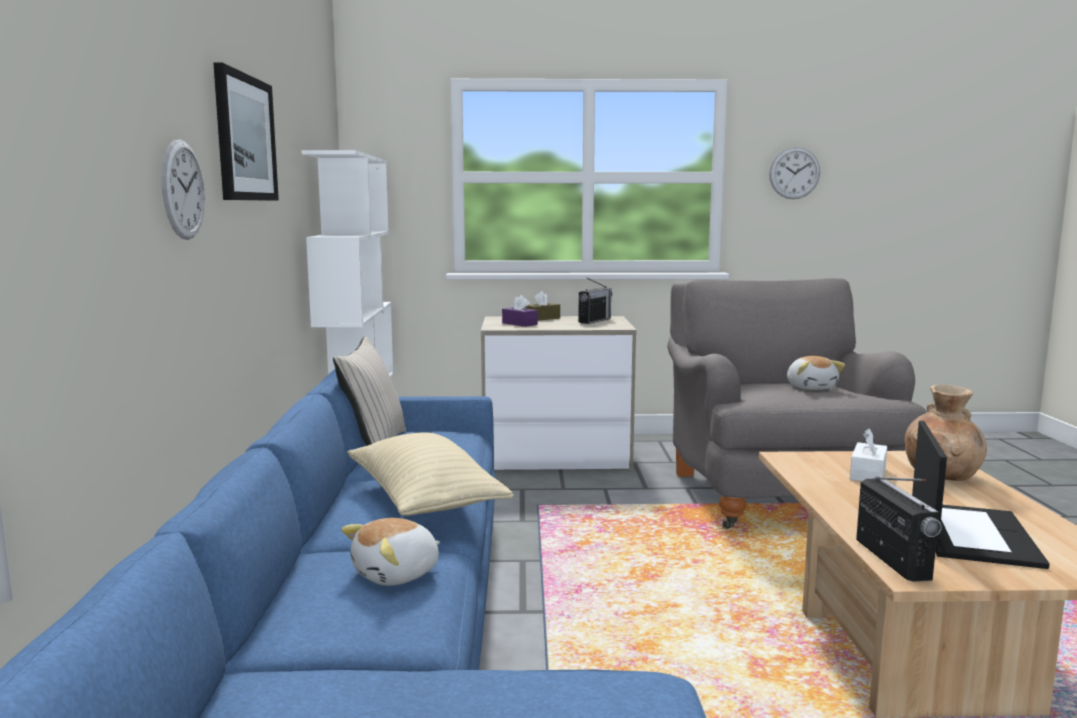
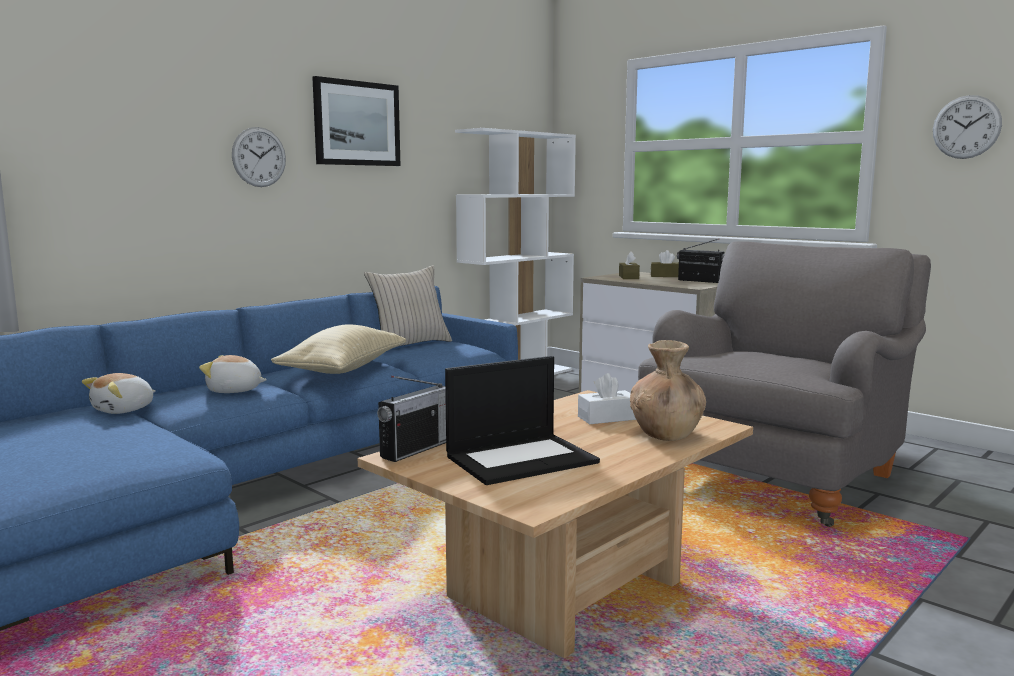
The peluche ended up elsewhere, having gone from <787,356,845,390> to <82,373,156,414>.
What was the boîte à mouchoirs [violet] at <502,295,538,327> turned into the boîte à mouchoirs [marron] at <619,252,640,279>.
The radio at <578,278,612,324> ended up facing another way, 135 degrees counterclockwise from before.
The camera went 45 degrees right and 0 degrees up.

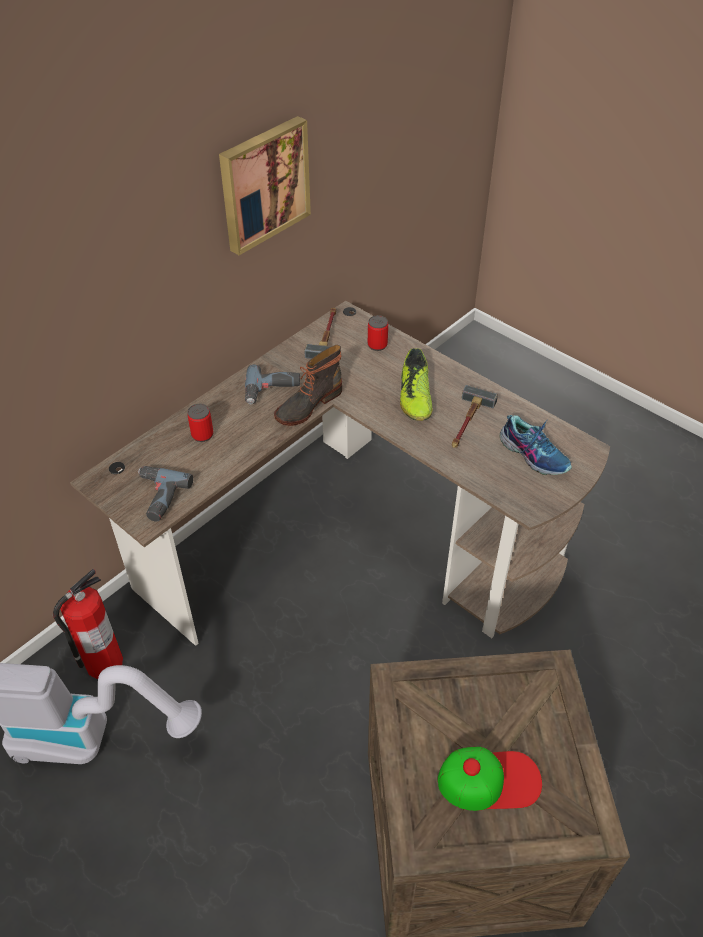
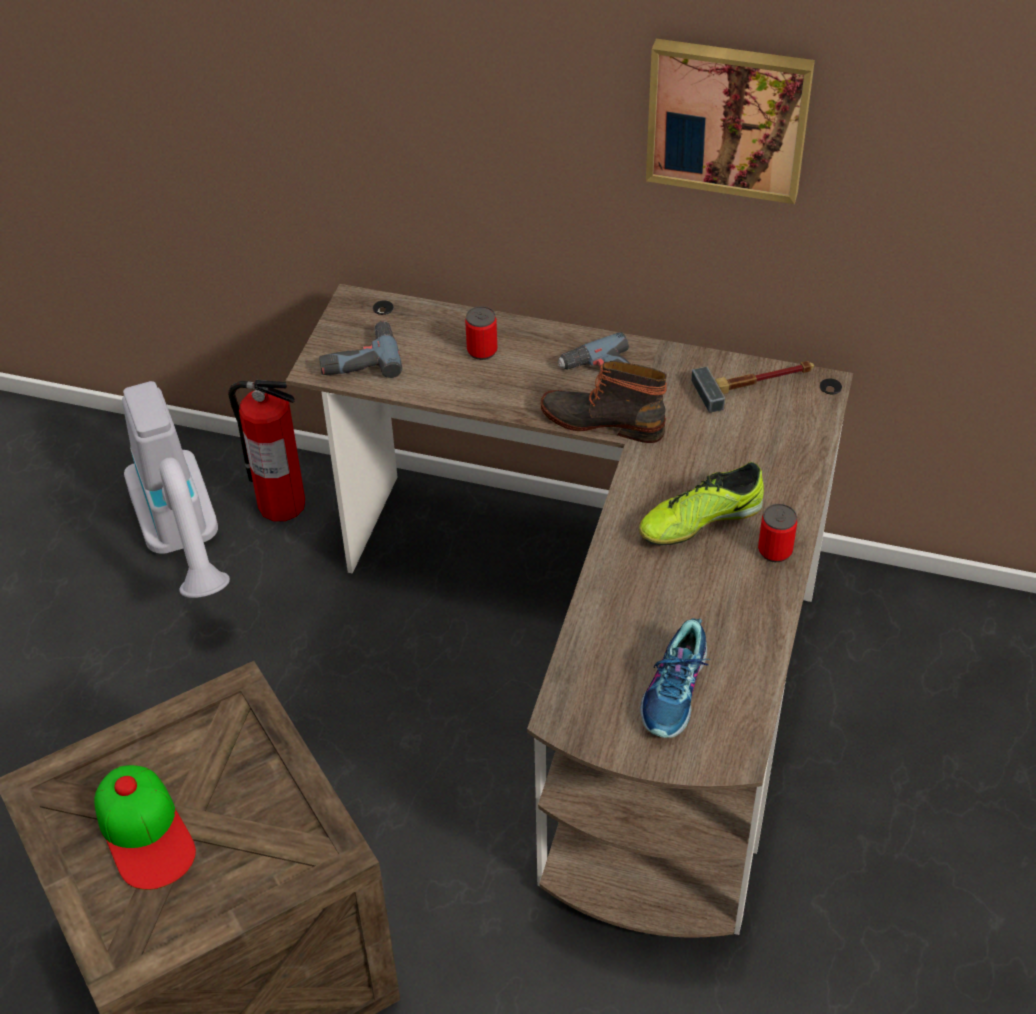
The boîte métallique ended up elsewhere, having gone from <368,315,388,351> to <758,504,797,562>.
The second view lost the marteau at <452,385,498,448>.
The camera went 65 degrees right and 0 degrees up.

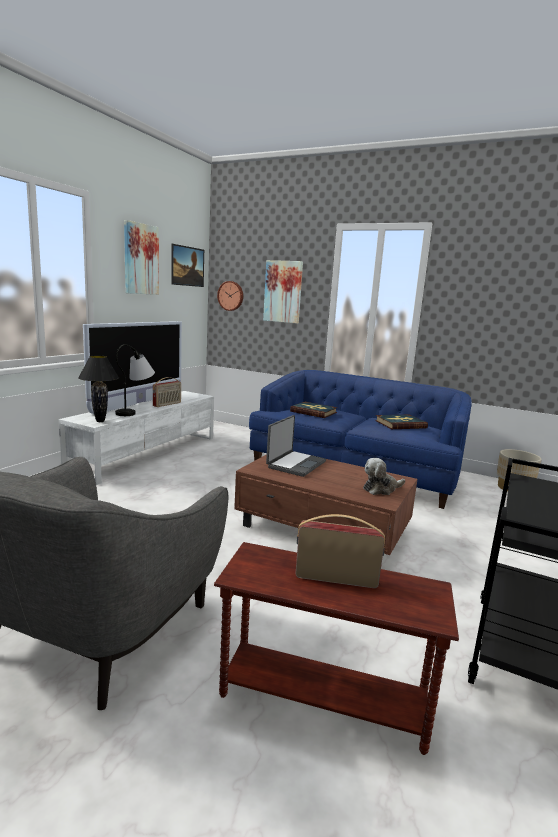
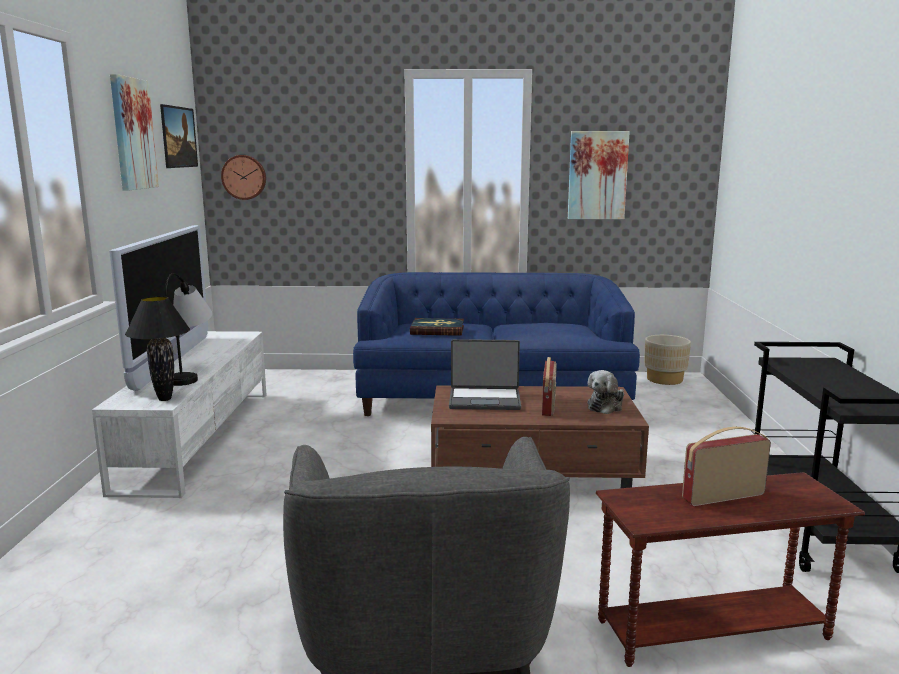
The ordinateur portable at <266,415,326,477> ended up facing another way, 90 degrees clockwise from before.
The radio ended up elsewhere, having gone from <153,377,181,407> to <542,357,557,416>.
The tableau ended up elsewhere, having gone from <263,260,303,323> to <568,131,630,219>.
The second view lost the livre at <375,415,428,429>.
The camera went 25 degrees left and 0 degrees up.

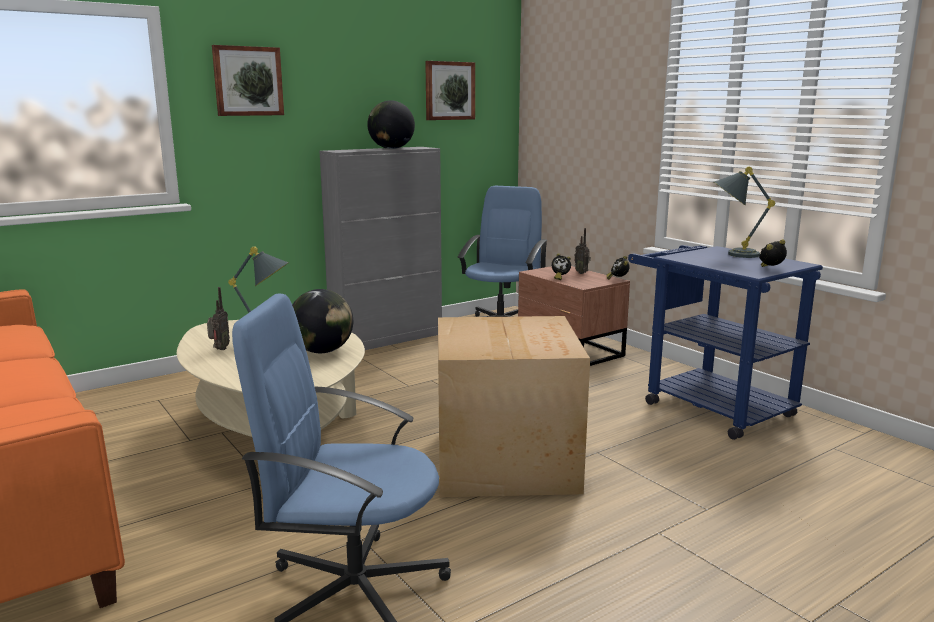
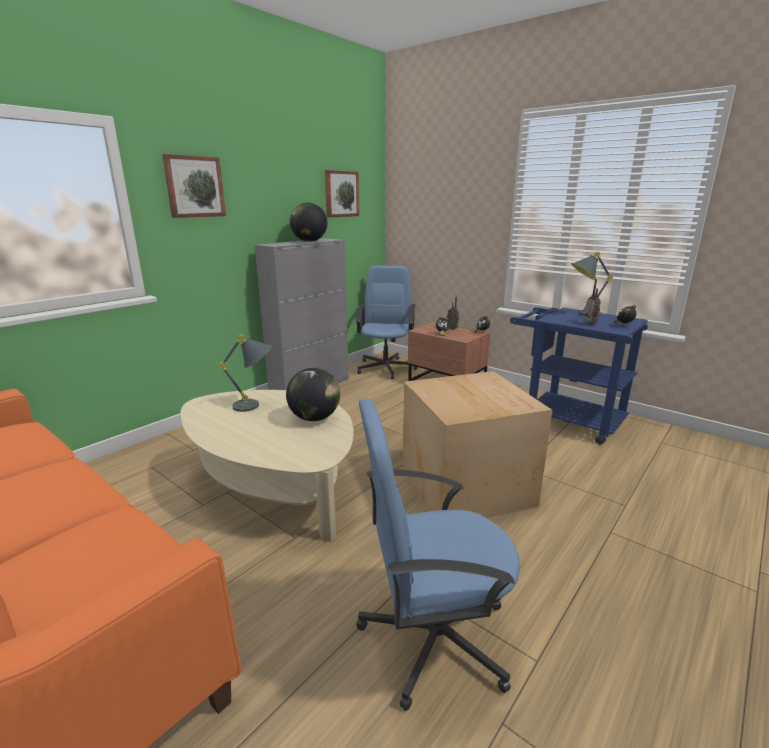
The radio ended up elsewhere, having gone from <207,287,230,350> to <584,279,601,324>.
The camera went 15 degrees left and 5 degrees up.

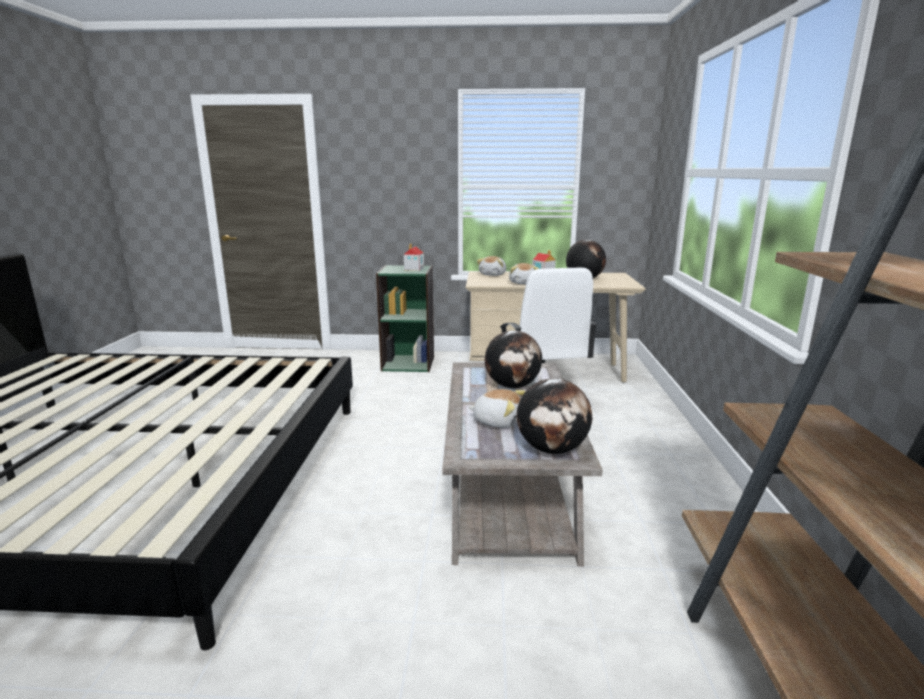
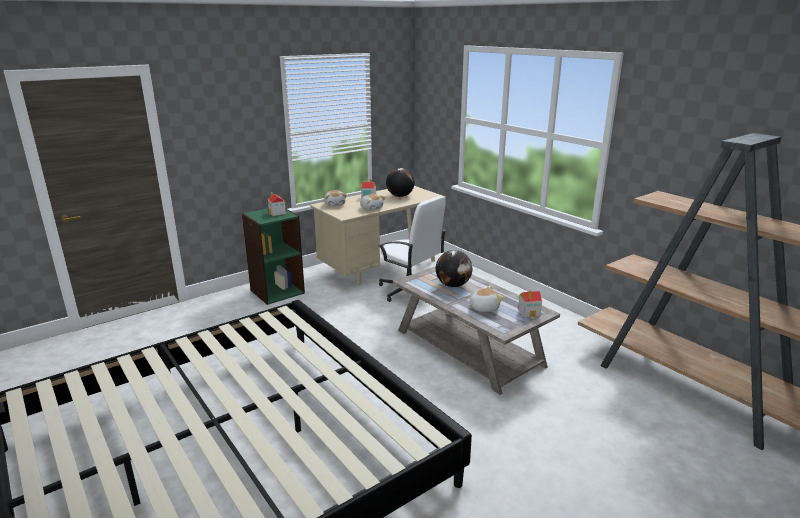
Where the globe stood at <517,378,592,454>, the maison miniature came to stand at <518,291,542,318>.
The camera went 40 degrees left and 5 degrees up.

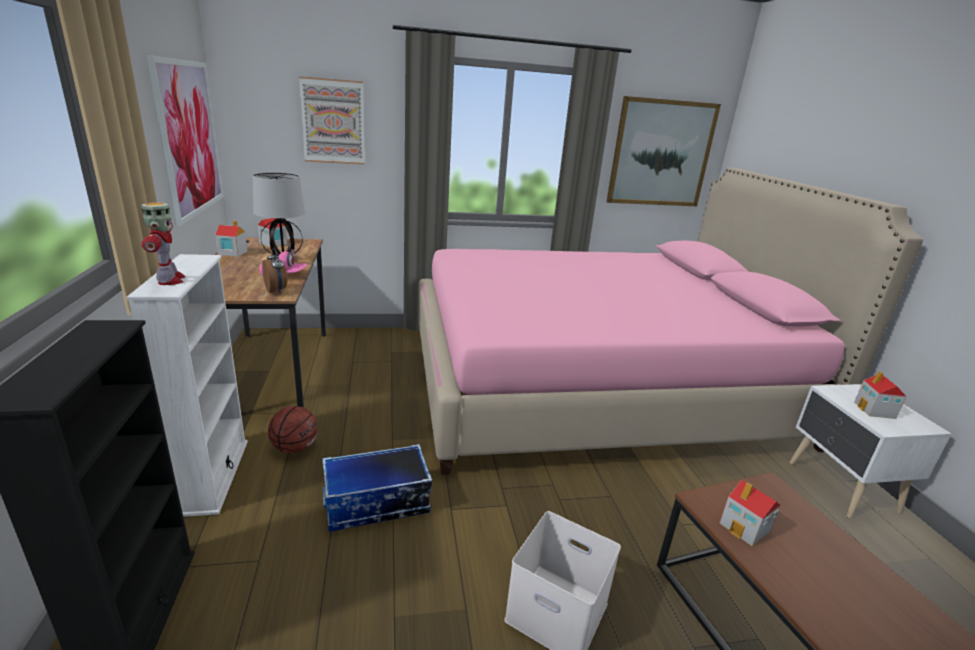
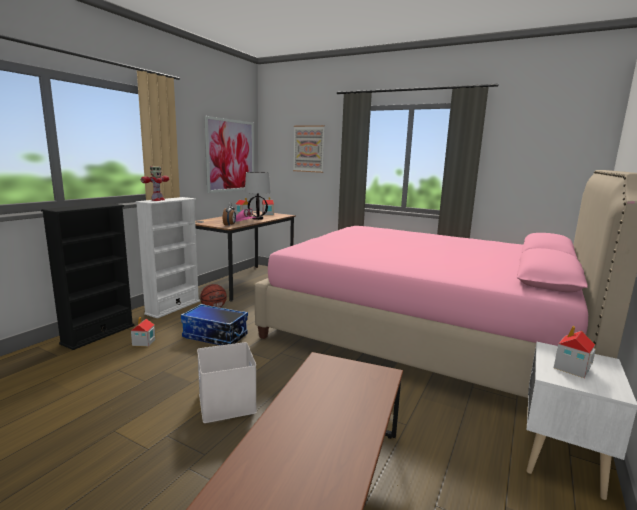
The maison miniature ended up elsewhere, having gone from <720,480,780,546> to <131,317,156,347>.
The second view lost the tableau at <607,96,721,206>.
The camera went 40 degrees right and 10 degrees down.

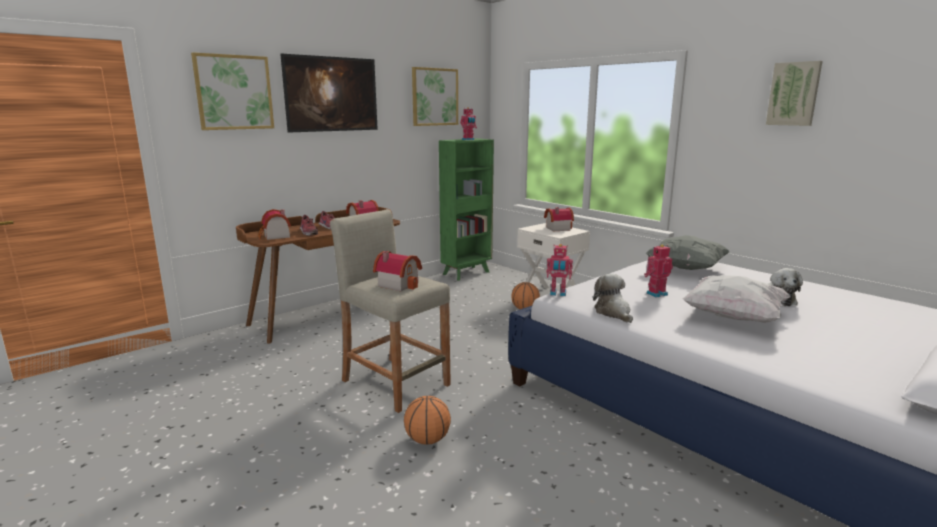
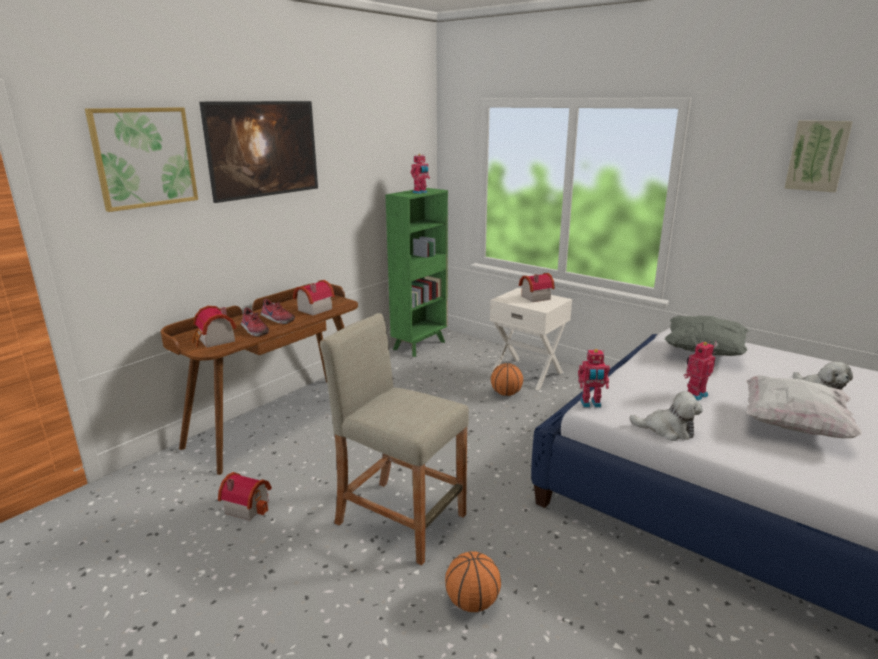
The maison miniature ended up elsewhere, having gone from <373,251,422,291> to <218,472,272,521>.
The peluche at <593,274,633,323> ended up facing another way, 135 degrees clockwise from before.
The second view lost the tableau at <412,67,458,126>.
The camera went 10 degrees left and 5 degrees up.

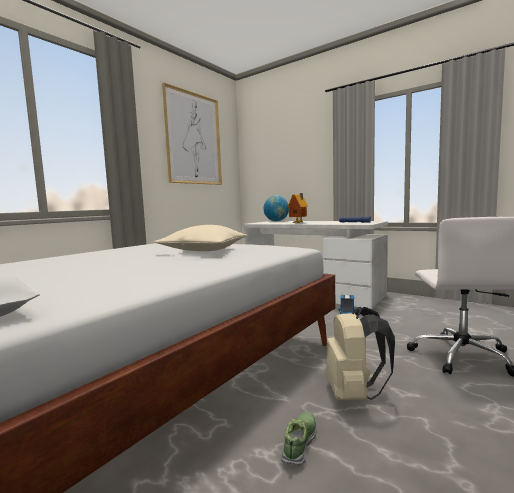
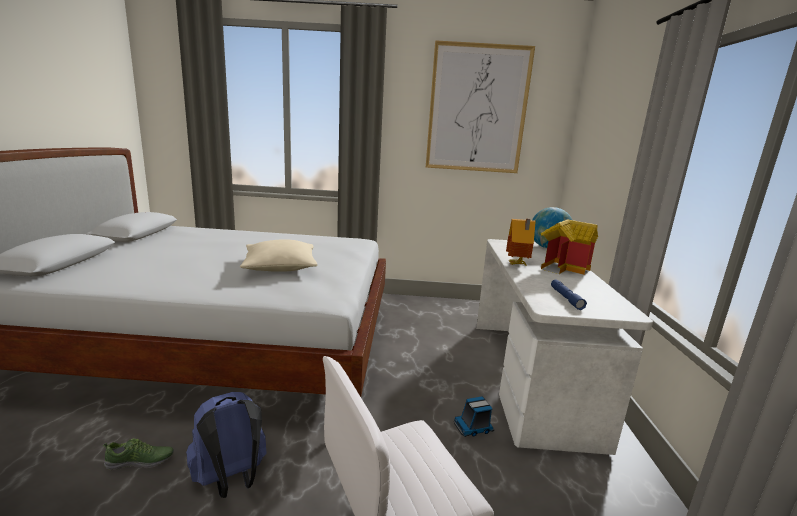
What was the sac à dos [beige] at <325,307,395,400> turned into the sac à dos [bleu] at <186,392,267,498>.
The second view gained the maison miniature at <541,219,598,275>.
The camera went 55 degrees right and 10 degrees up.

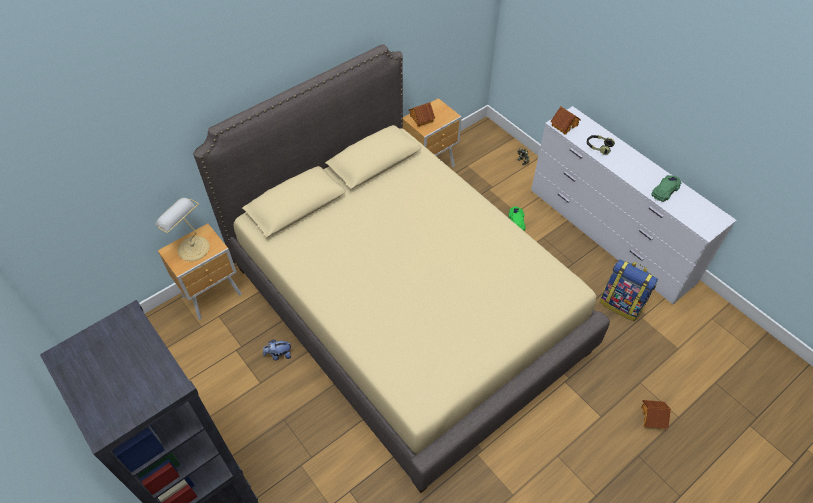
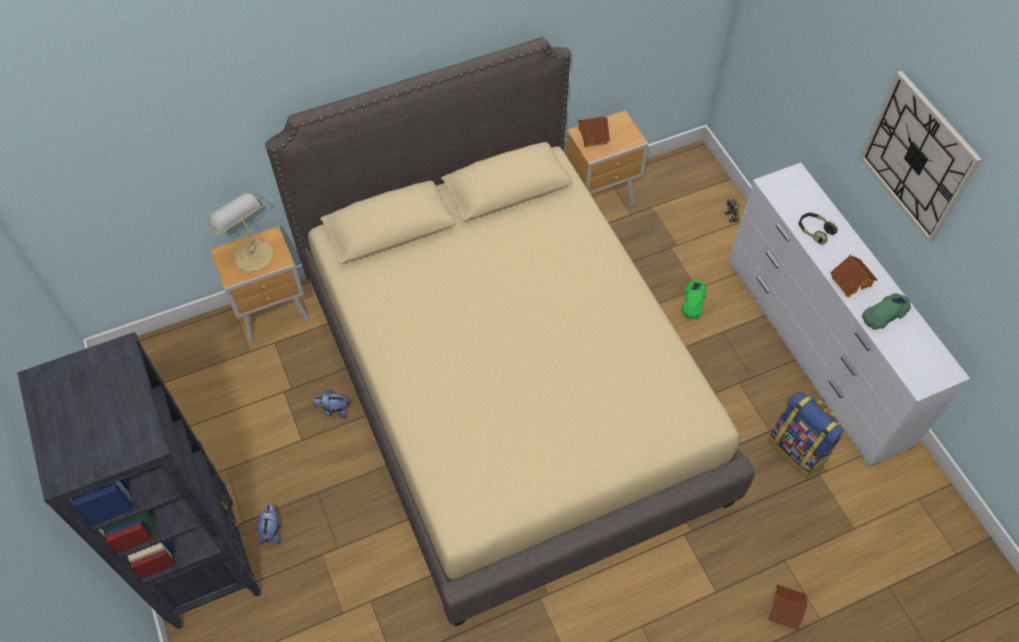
The second view gained the peluche at <258,504,281,545>.
The maison miniature ended up elsewhere, having gone from <550,106,581,135> to <830,255,878,297>.
The second view gained the horloge murale at <860,71,982,243>.
The camera went 15 degrees right and 5 degrees up.

